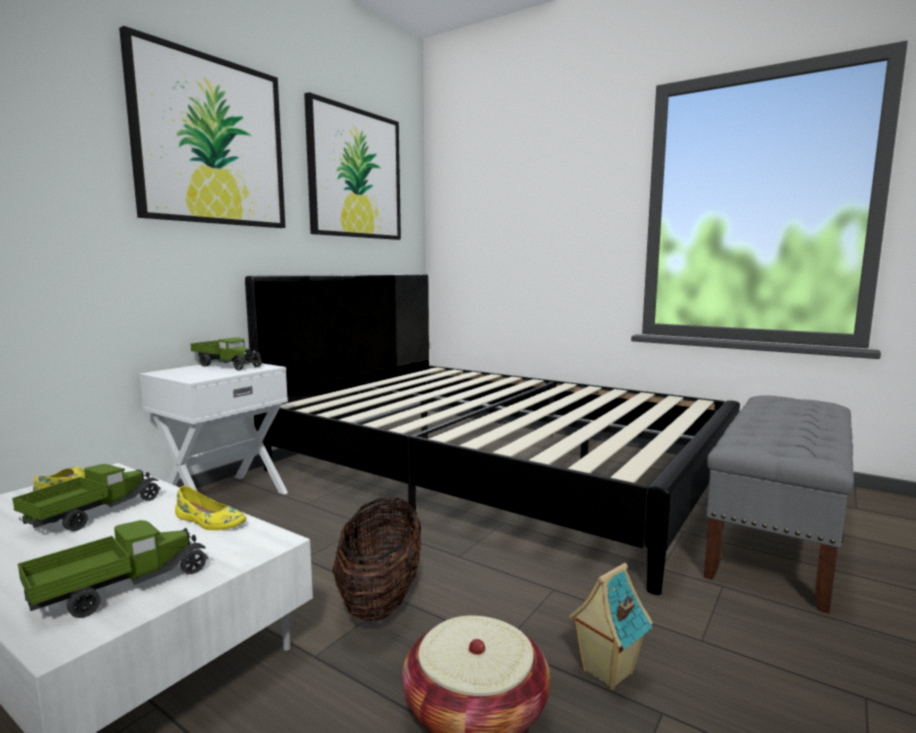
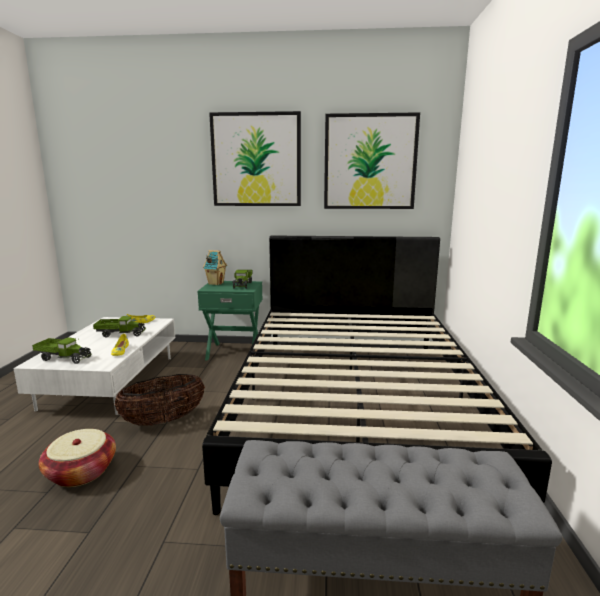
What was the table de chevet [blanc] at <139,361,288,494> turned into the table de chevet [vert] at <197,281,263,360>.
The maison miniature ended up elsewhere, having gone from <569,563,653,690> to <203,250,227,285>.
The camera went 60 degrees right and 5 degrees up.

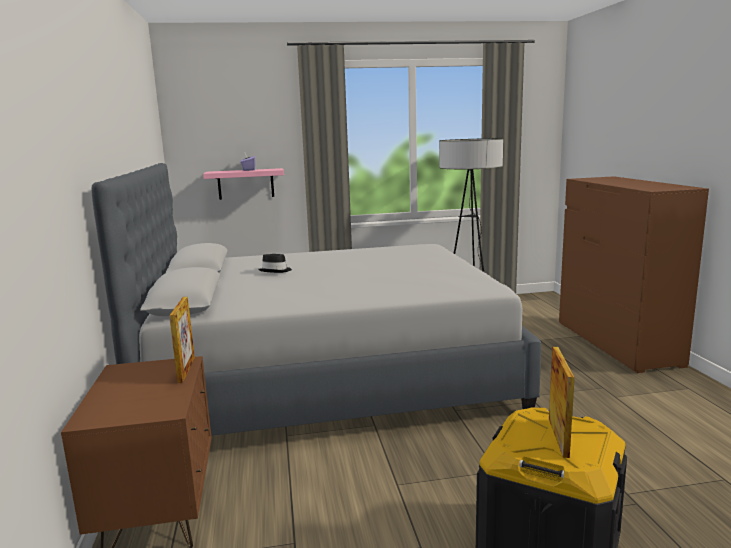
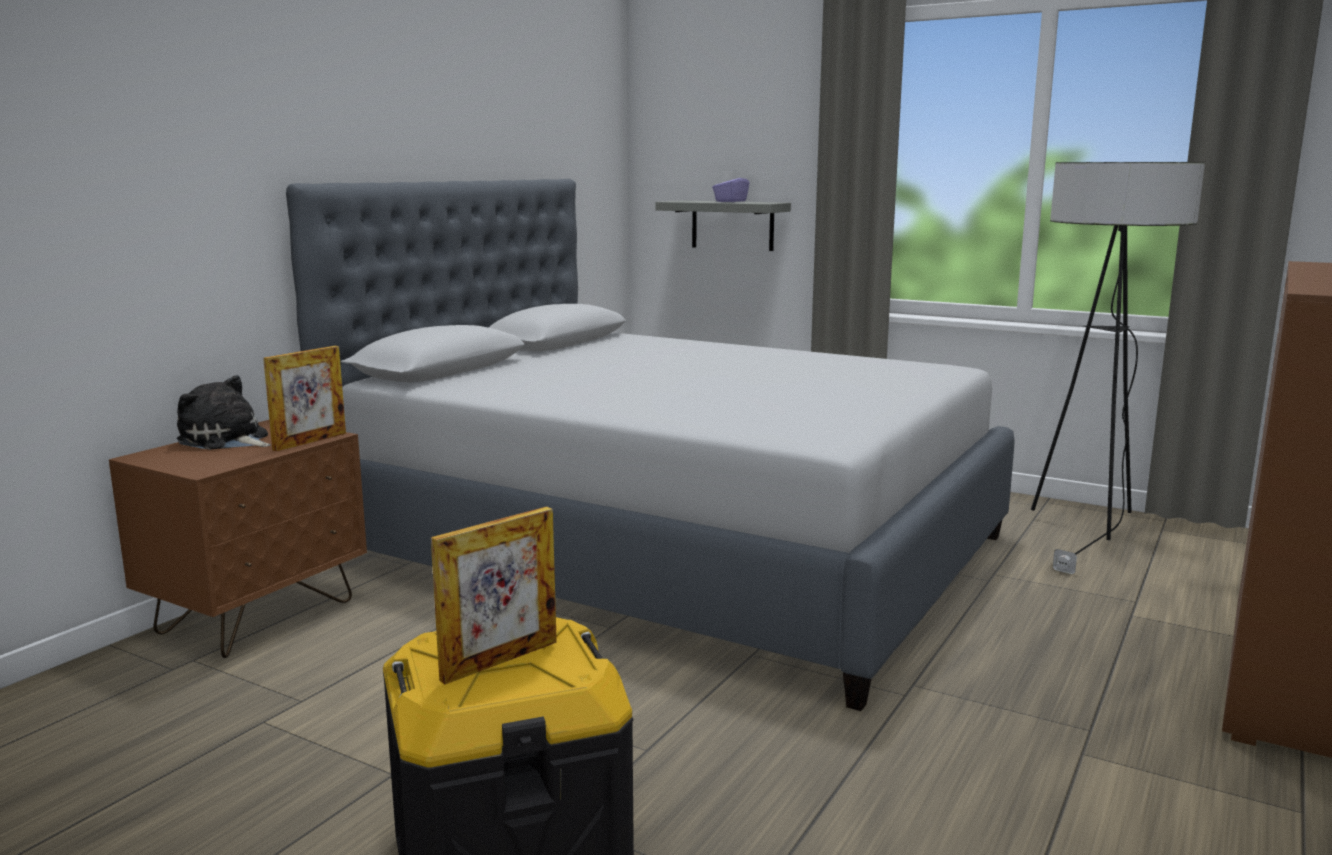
The second view gained the peluche at <177,375,271,450>.
What was the étagère [rose] at <203,168,284,200> turned into the étagère [gris] at <655,200,791,251>.
The second view lost the chapeau [noir] at <259,254,292,273>.
The camera went 40 degrees right and 0 degrees up.

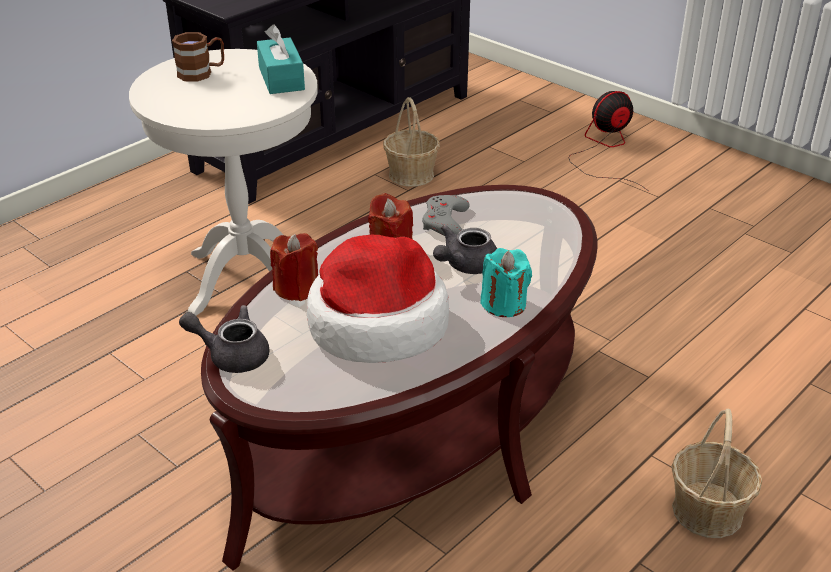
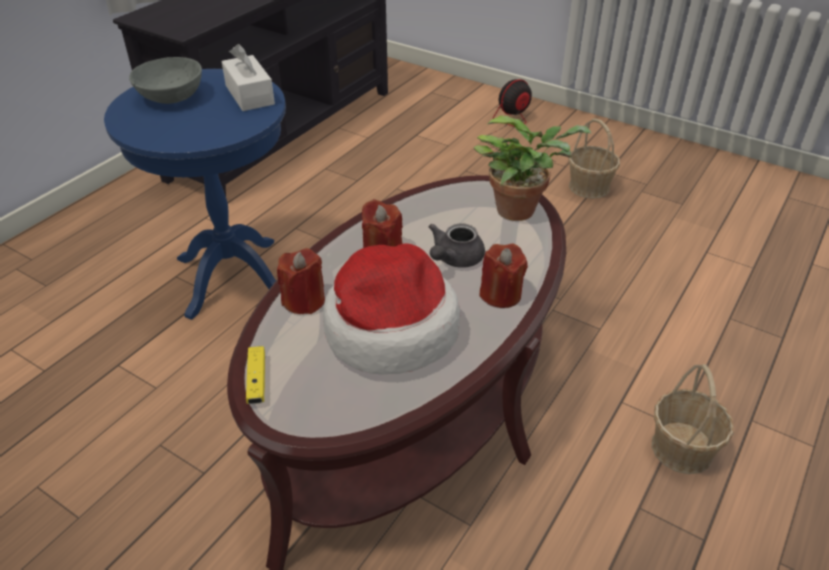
What was the table d'appoint [blanc] at <129,49,318,316> turned into the table d'appoint [bleu] at <104,69,286,320>.
Where the mug [marron] stood at <172,32,224,82>, the bol [gris] came to stand at <129,57,202,104>.
What was the boîte à mouchoirs [turquoise] at <257,24,305,94> turned into the boîte à mouchoirs [blanc] at <222,44,275,111>.
Where the théière [gris] stood at <179,305,269,373>, the manette [jaune] came to stand at <246,346,265,404>.
The second view gained the plante en pot at <474,115,591,221>.
What was the bougie [turquoise] at <481,248,532,317> turned into the bougie [rouge] at <479,244,528,308>.
The panier ended up elsewhere, having gone from <383,97,440,187> to <568,118,620,199>.
The second view lost the manette [gris] at <422,195,470,236>.
The camera went 10 degrees left and 5 degrees up.

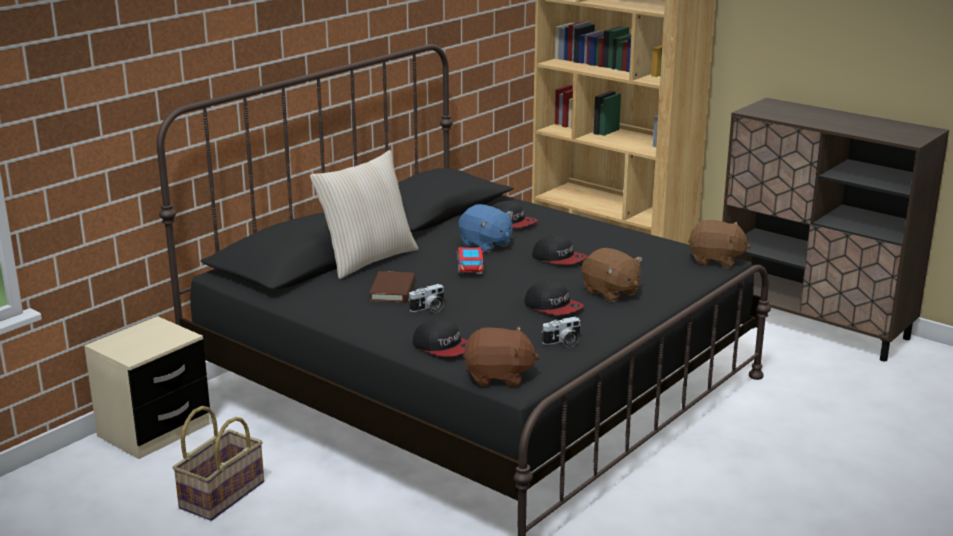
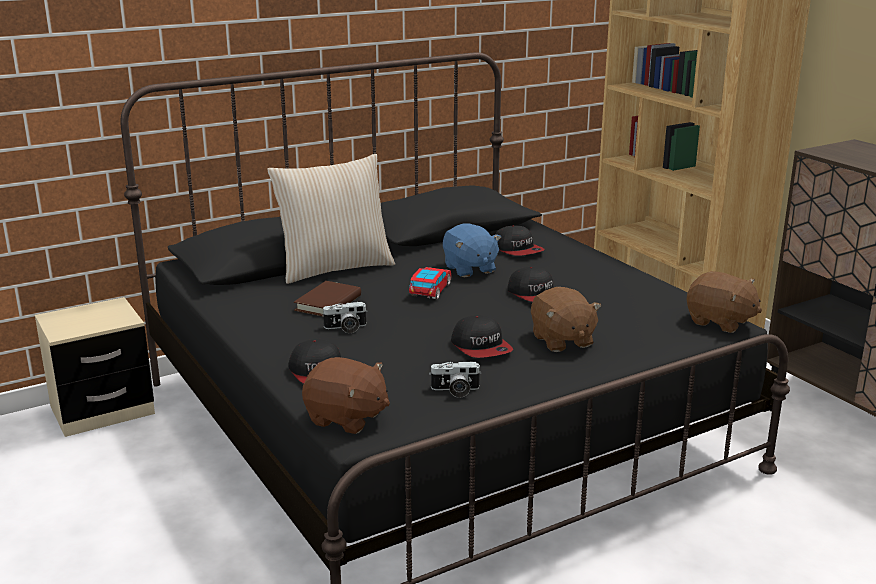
The second view lost the panier at <173,406,264,521>.
The camera went 20 degrees right and 0 degrees up.

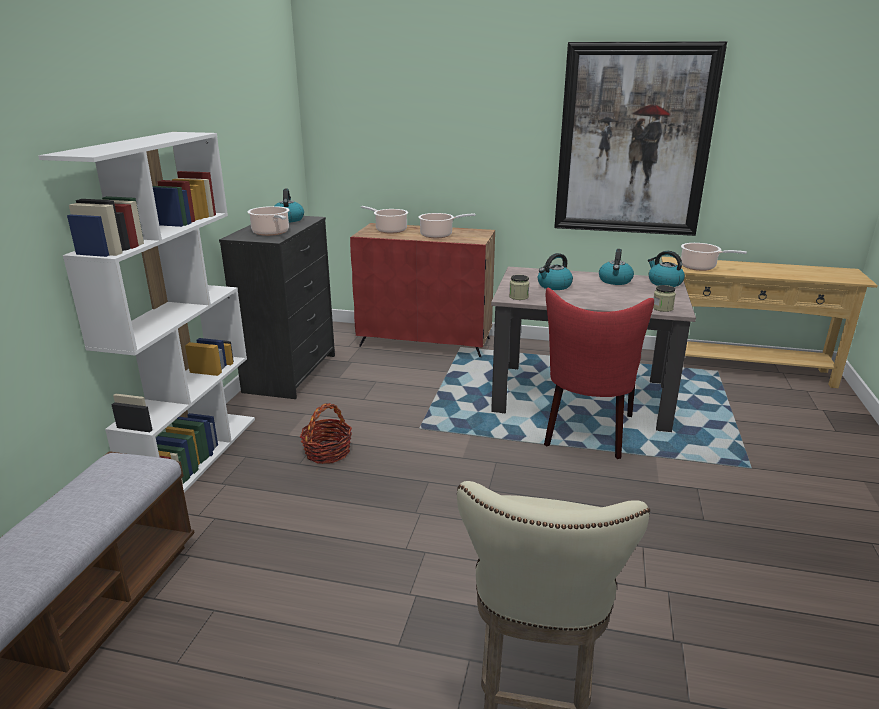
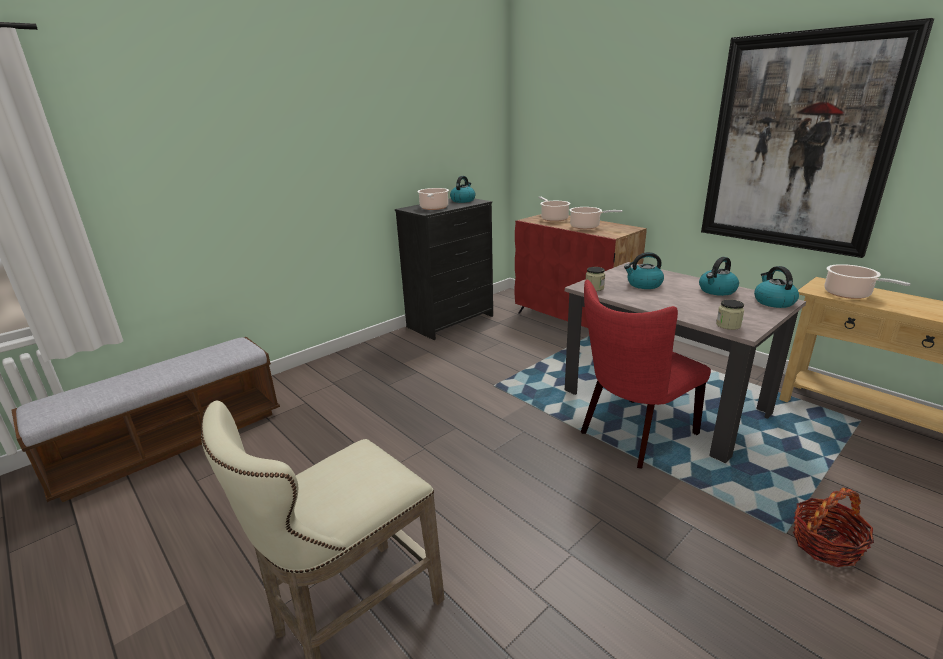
The panier ended up elsewhere, having gone from <300,403,352,464> to <793,488,874,567>.
The second view lost the bibliothèque [blanc] at <38,132,255,493>.
The camera went 35 degrees right and 0 degrees up.

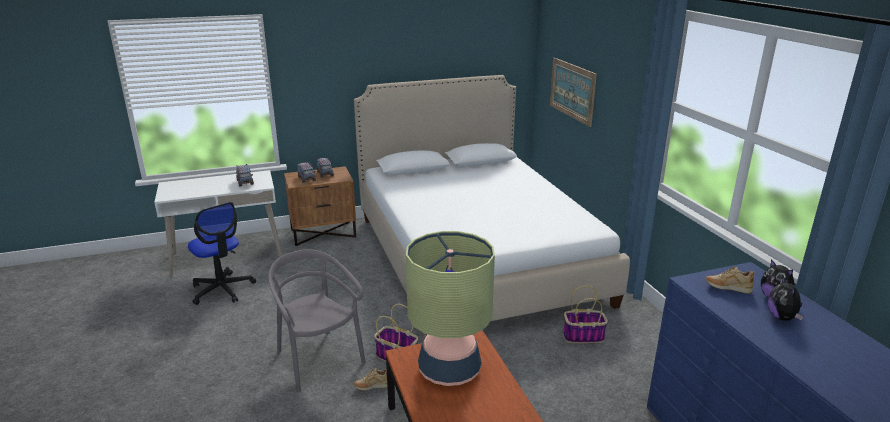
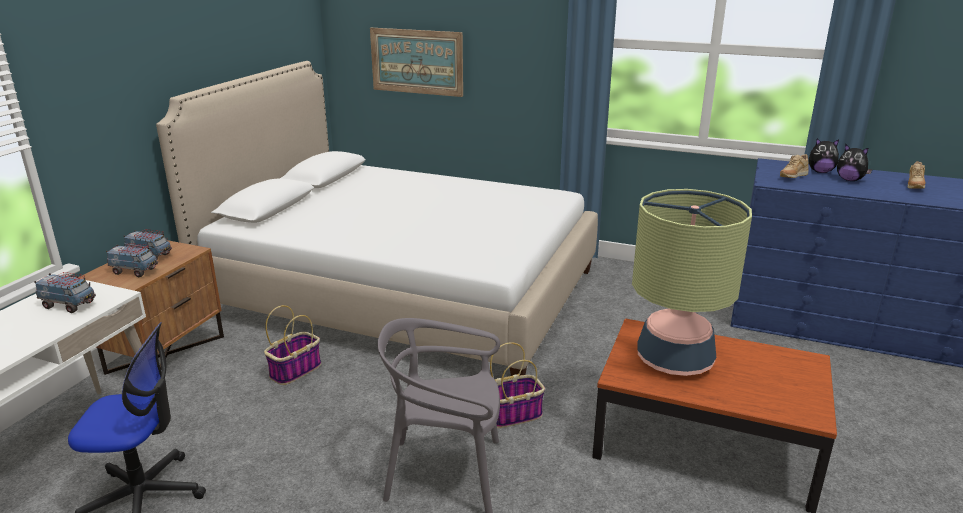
The panier ended up elsewhere, having gone from <563,285,608,343> to <264,305,321,385>.
The chaussure [beige] ended up elsewhere, having gone from <354,368,387,391> to <908,161,926,189>.
The camera went 50 degrees left and 0 degrees up.

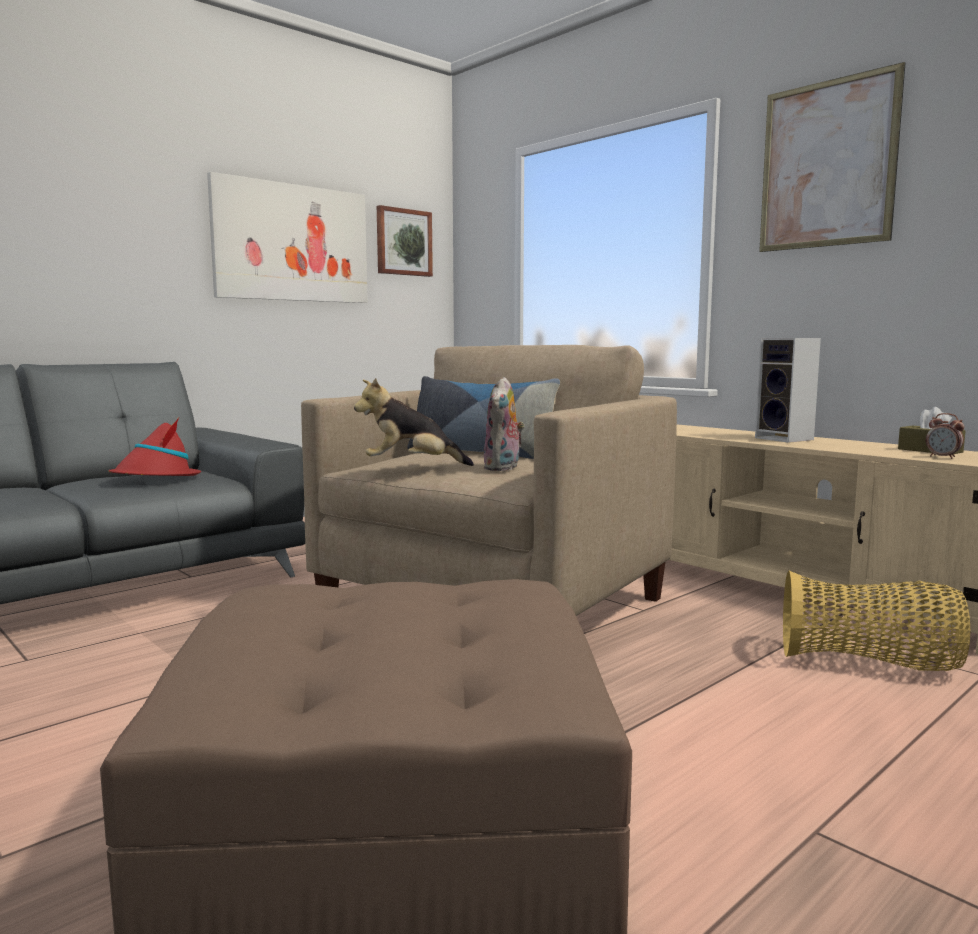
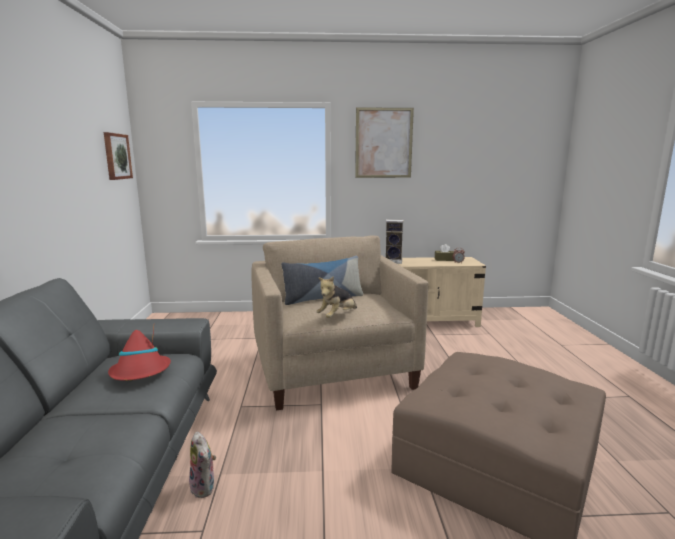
The peluche ended up elsewhere, having gone from <484,377,524,471> to <189,432,216,498>.
The second view lost the tableau at <207,172,368,303>.
The second view lost the panier at <783,570,970,671>.
The camera went 50 degrees left and 5 degrees up.

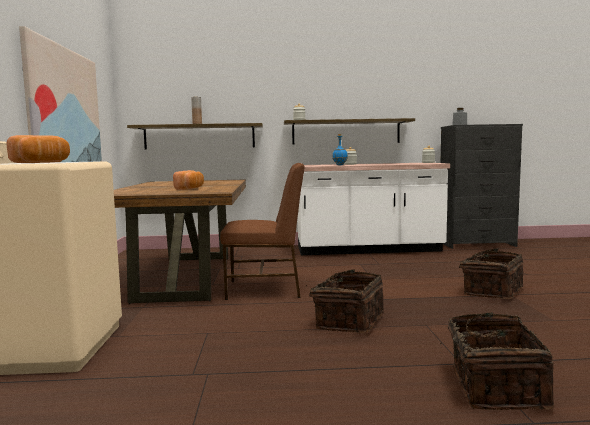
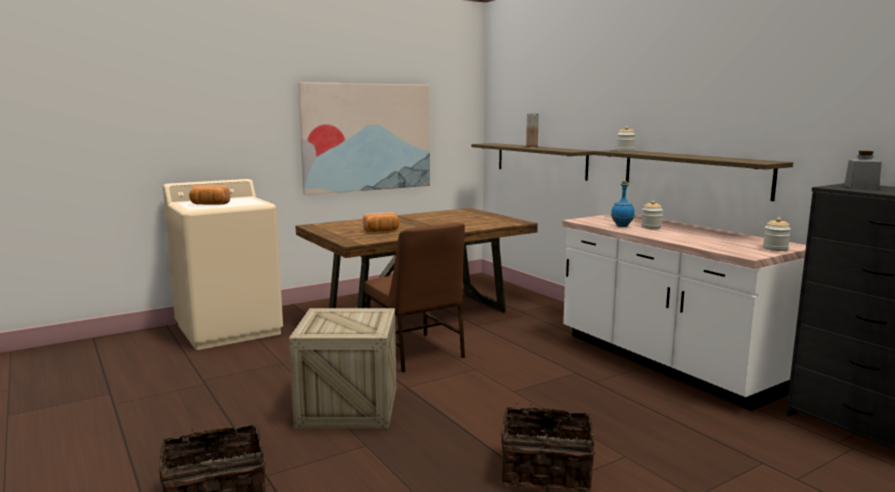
Where the panier stood at <299,269,384,333>, the caisse came to stand at <289,308,396,428>.
The camera went 60 degrees right and 5 degrees up.

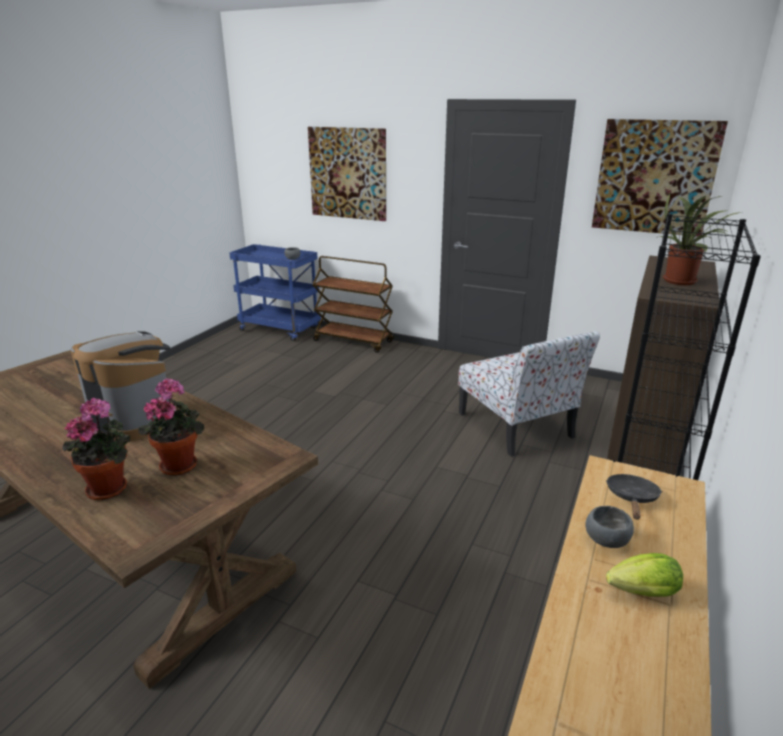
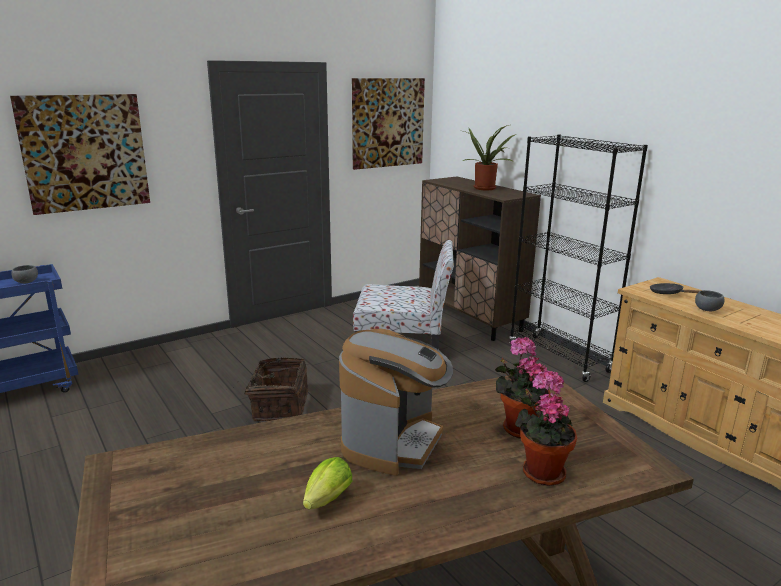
The second view gained the panier at <233,358,308,421>.
The laitue ended up elsewhere, having gone from <606,553,683,596> to <303,457,352,510>.
The machine à café at <71,331,177,441> ended up facing another way, 135 degrees clockwise from before.
The second view lost the chariot [marron] at <312,256,394,353>.
The camera went 60 degrees left and 5 degrees down.

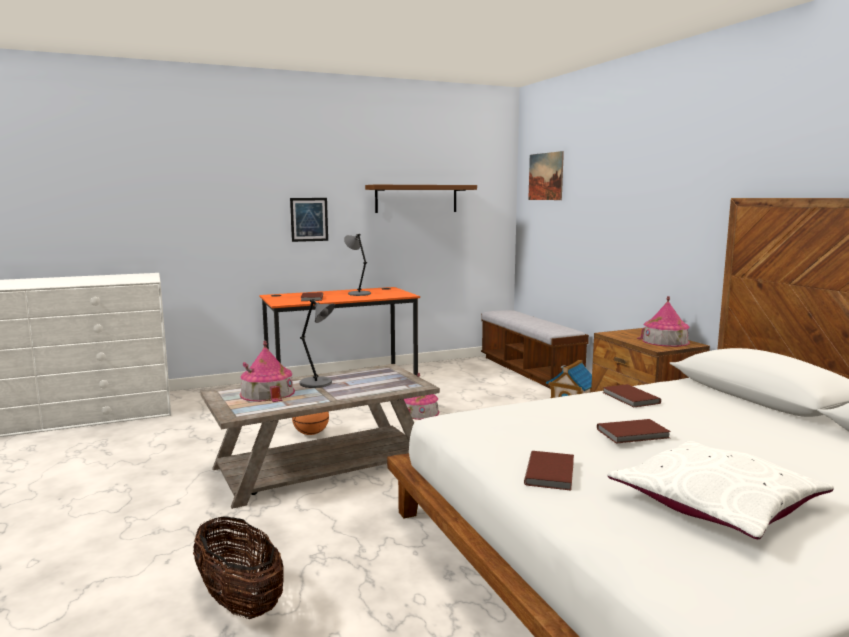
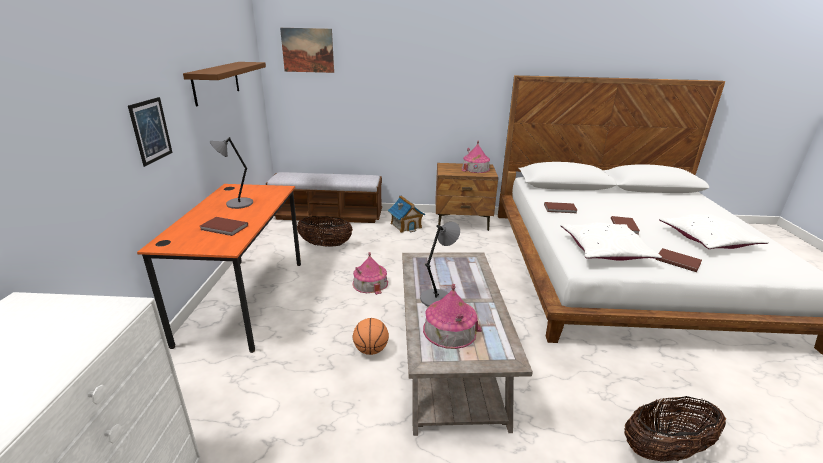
The second view gained the panier at <297,216,353,247>.
The second view gained the coussin [blanc] at <561,222,662,261>.
The camera went 65 degrees left and 15 degrees up.

